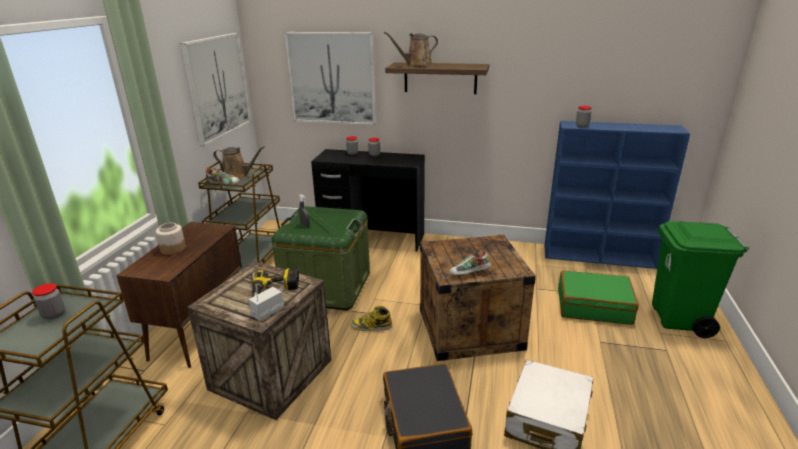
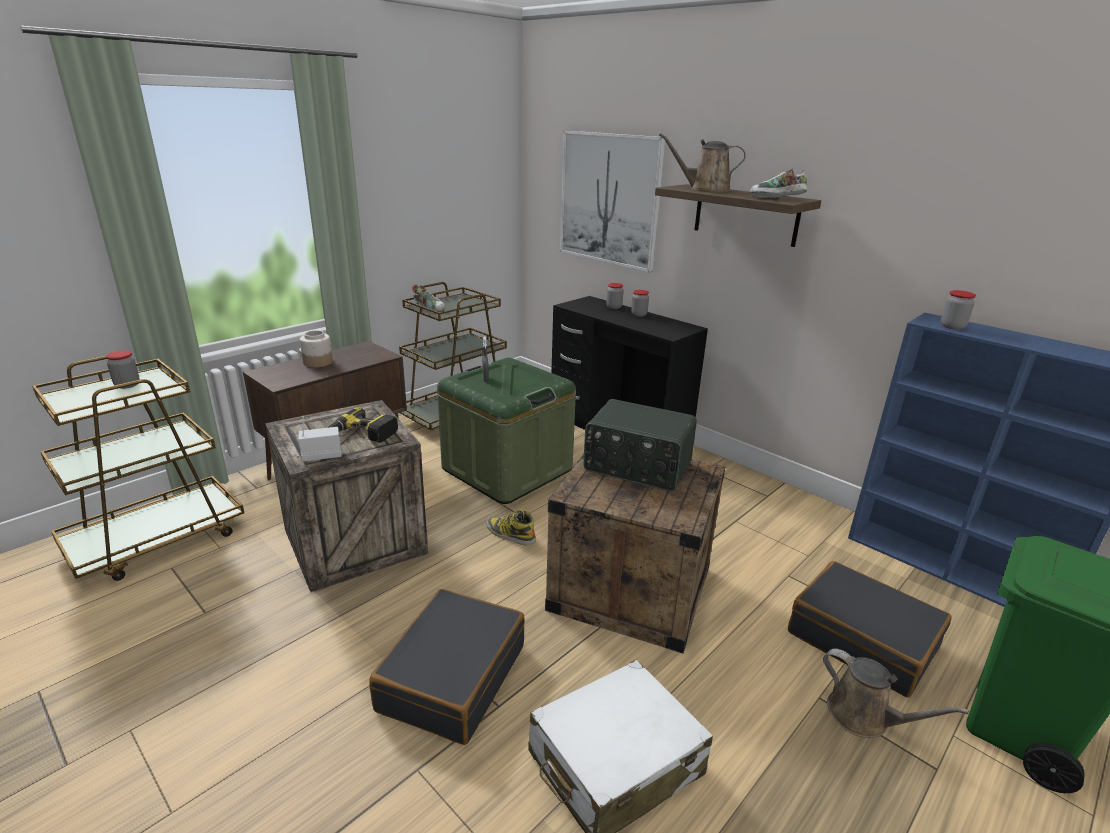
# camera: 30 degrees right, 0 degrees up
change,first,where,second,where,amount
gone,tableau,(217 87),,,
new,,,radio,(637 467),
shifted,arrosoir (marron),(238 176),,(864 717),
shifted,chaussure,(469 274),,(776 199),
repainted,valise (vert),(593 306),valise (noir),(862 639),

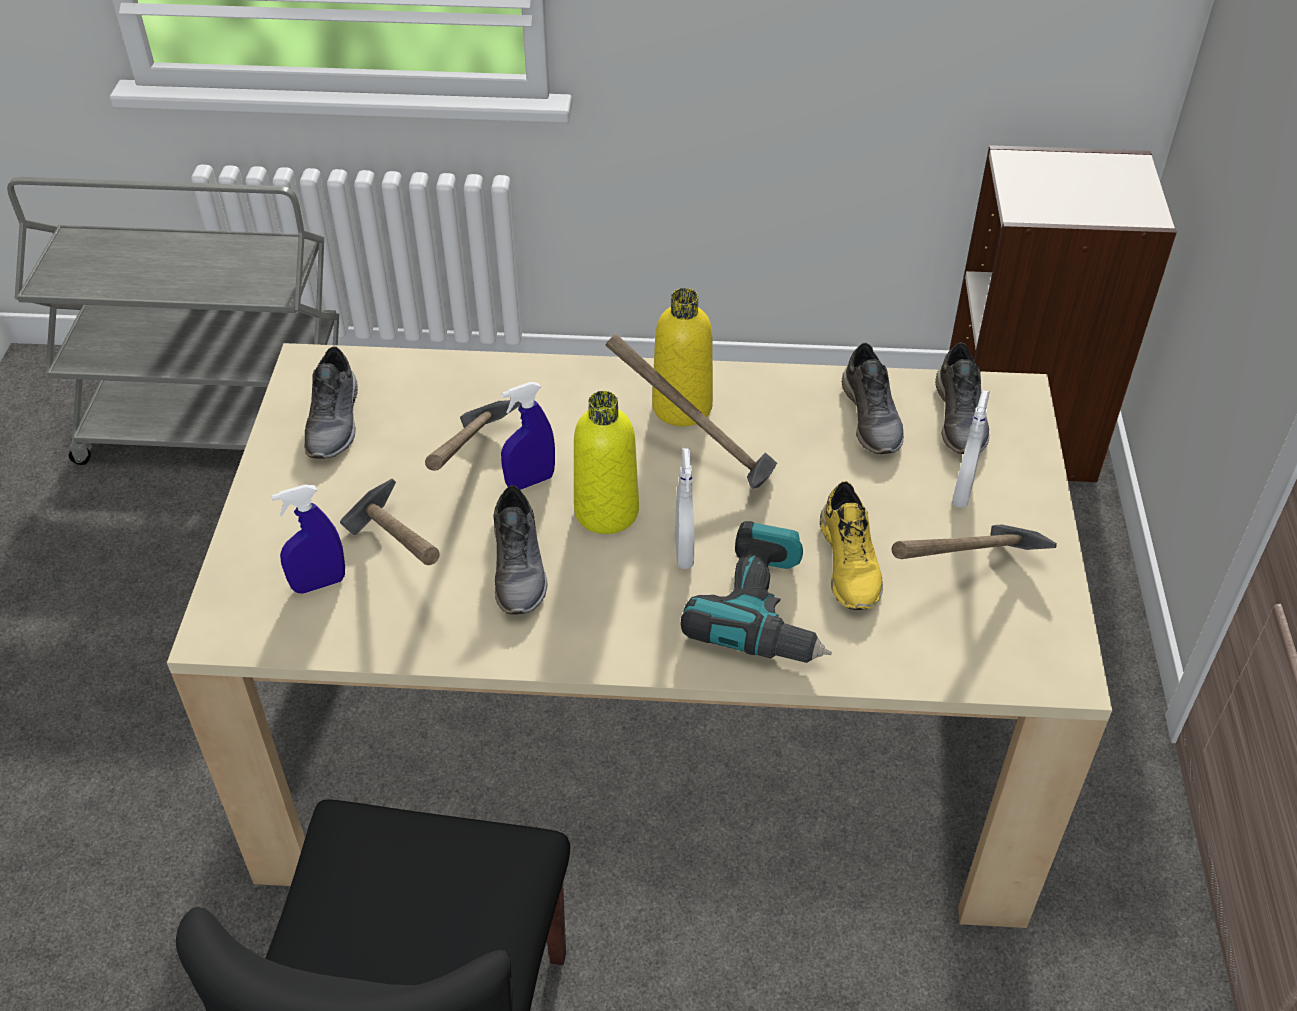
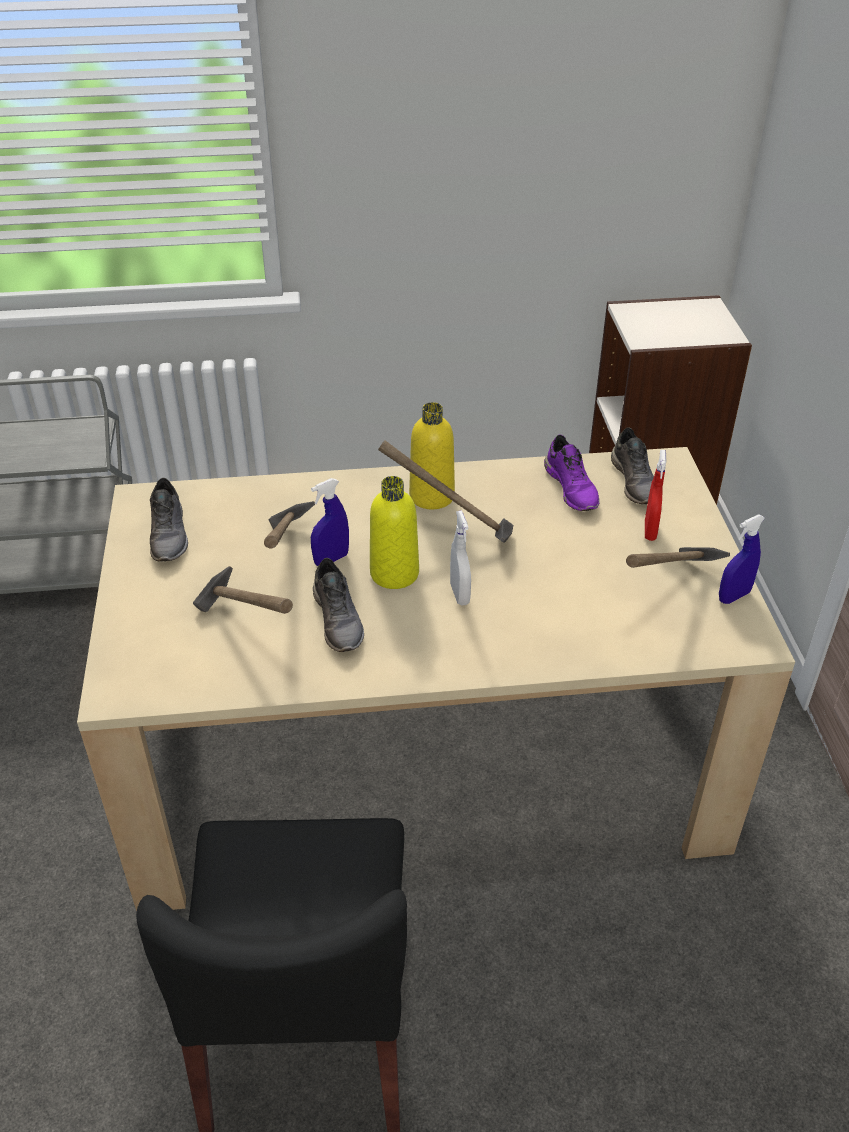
# camera: 10 degrees left, 5 degrees down
change,first,where,second,where,amount
gone,perceuse,(765 611),,,
gone,chaussure (jaune),(851 563),,,
shifted,vaporisateur (bleu),(319 584),,(734 596),
repainted,chaussure (gris),(872 417),chaussure (violet),(572 488),
repainted,vaporisateur (blanc),(962 493),vaporisateur (rouge),(650 531),

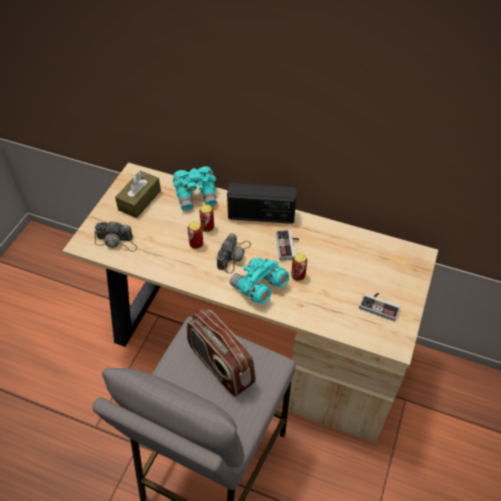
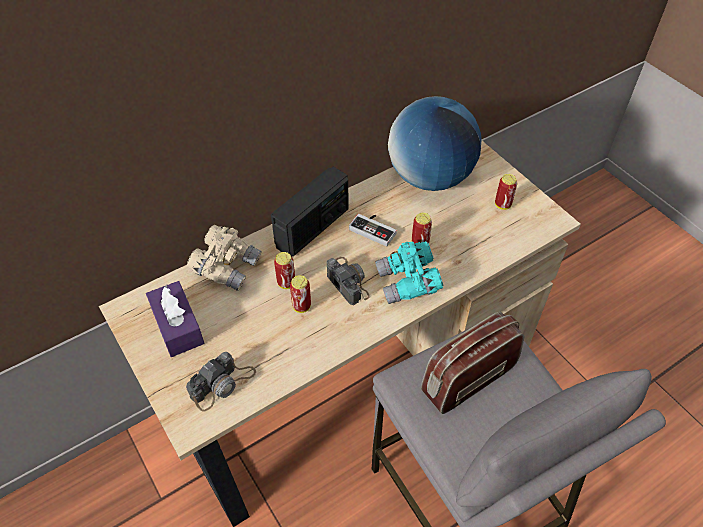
# camera: 55 degrees left, 0 degrees up
change,first,where,second,where,amount
new,,,globe,(430 177),
swapped,manette,(380 305),boîte métallique,(502 205),
repainted,boîte à mouchoirs (marron),(139 200),boîte à mouchoirs (violet),(177 326),
repainted,jumelles (turquoise),(196 195),jumelles (beige),(227 267),
rotated,radio,(220 365),,(468 379),150 degrees clockwise

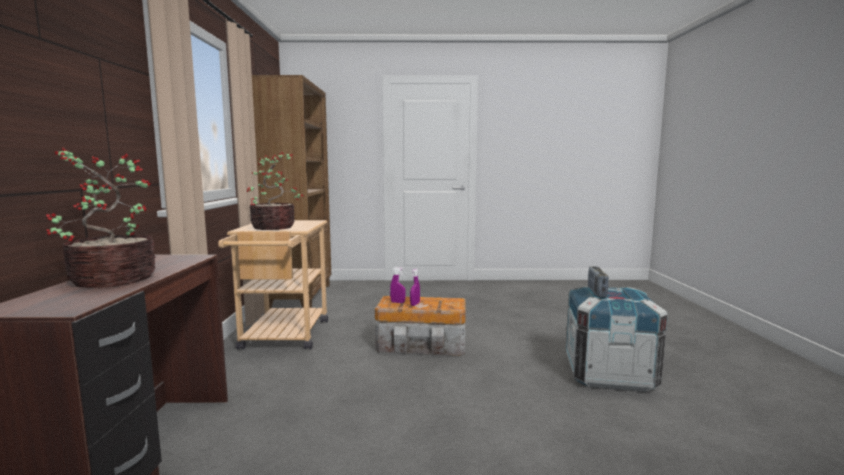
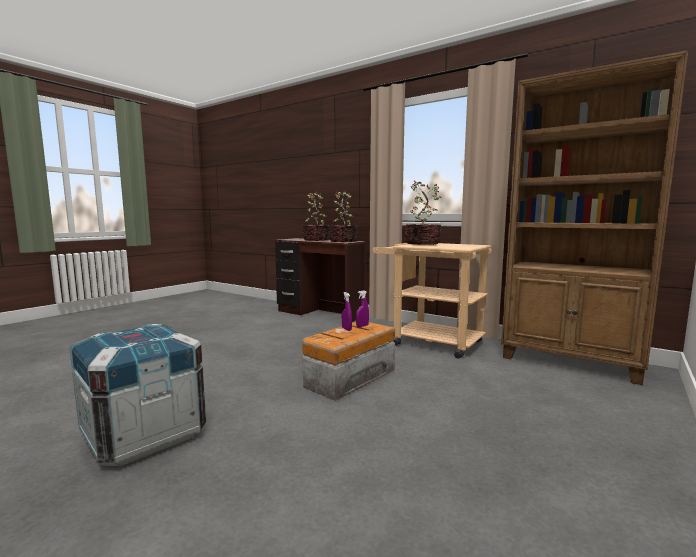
# camera: 125 degrees right, 0 degrees up
change,first,where,second,where,amount
gone,radio,(596 292),,,
new,,,plante en pot,(343 241),

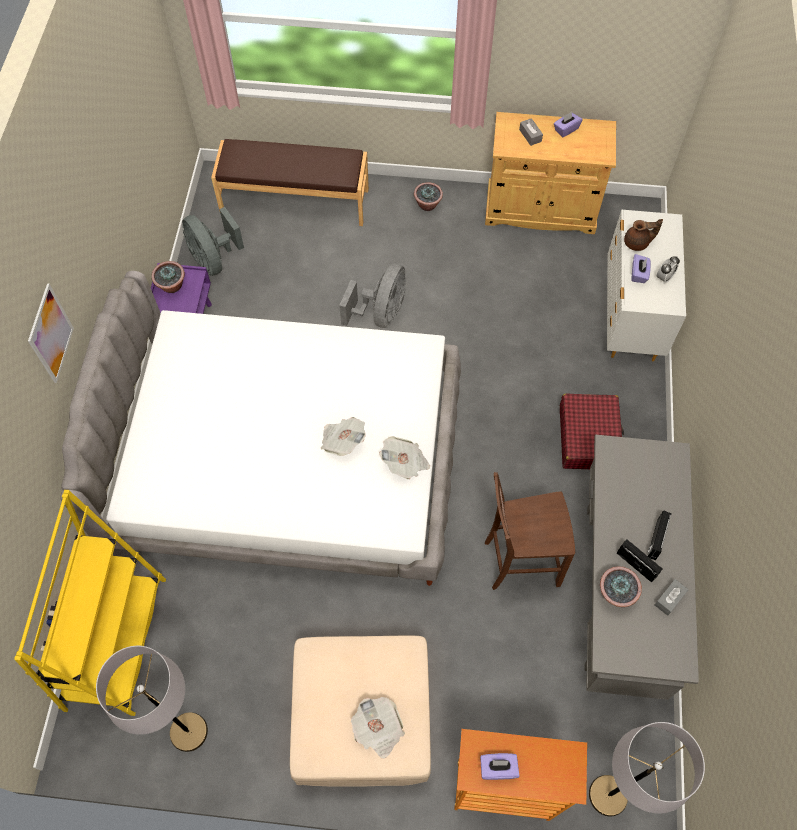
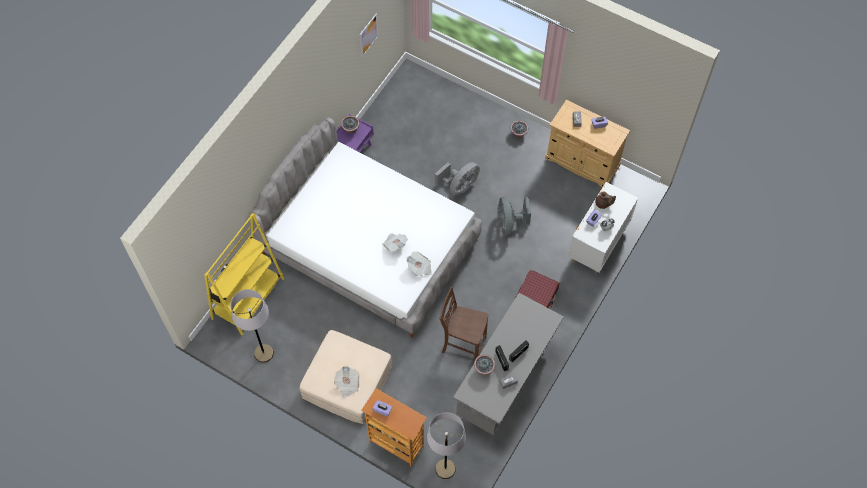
# camera: 25 degrees right, 0 degrees up
change,first,where,second,where,amount
gone,banc (marron),(295 200),,,
shifted,tableau,(50 334),,(368 35),
shifted,ventilateur (gris),(214 259),,(509 223),

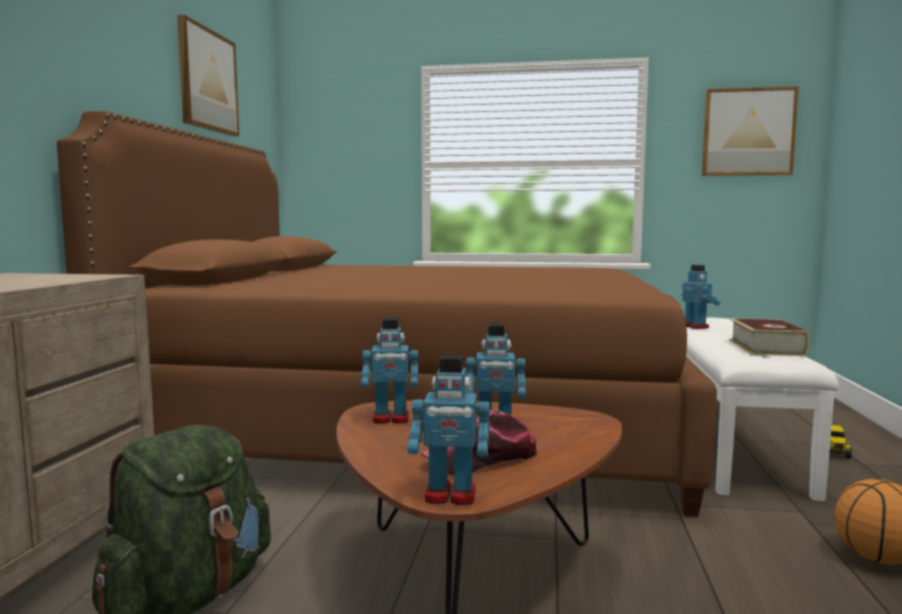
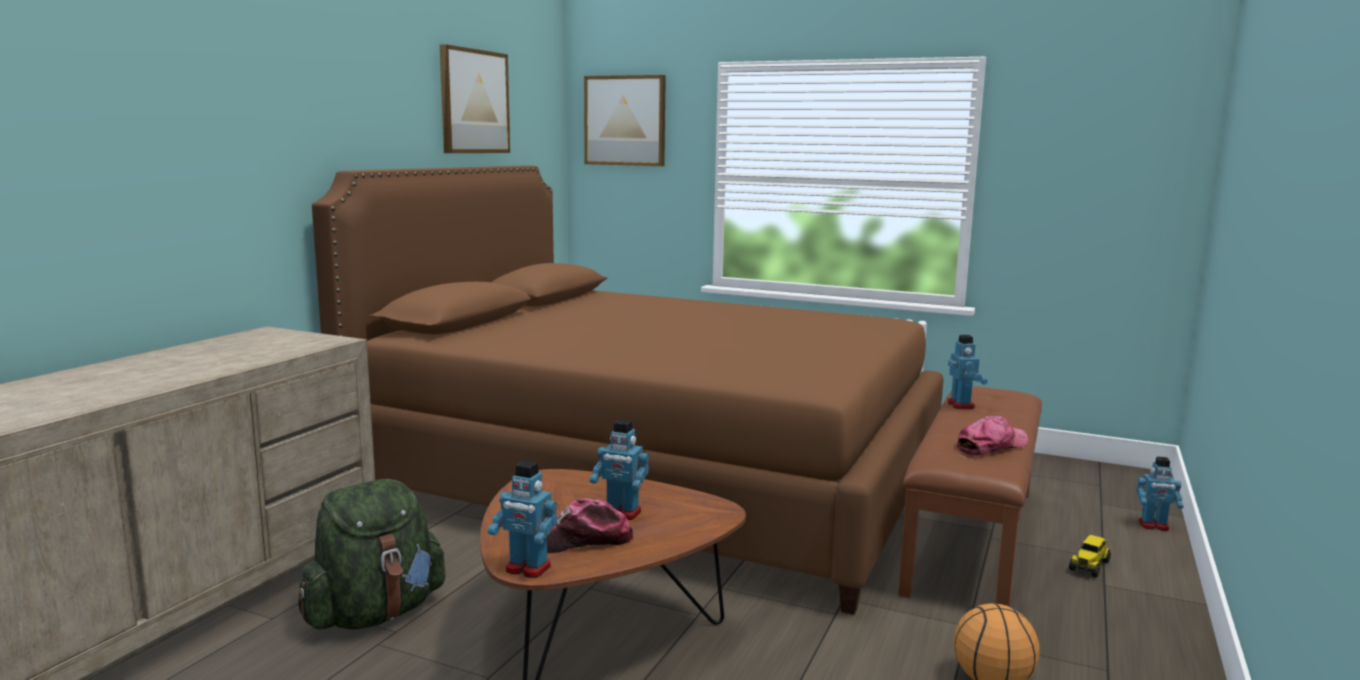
# camera: 15 degrees right, 5 degrees up
change,first,where,second,where,amount
shifted,robot jouet,(391 419),,(1154 526),
shifted,tableau,(748 132),,(625 120),
swapped,livre,(766 347),casquette,(991 446),
repainted,banc (blanc),(723 441),banc (marron),(970 537),

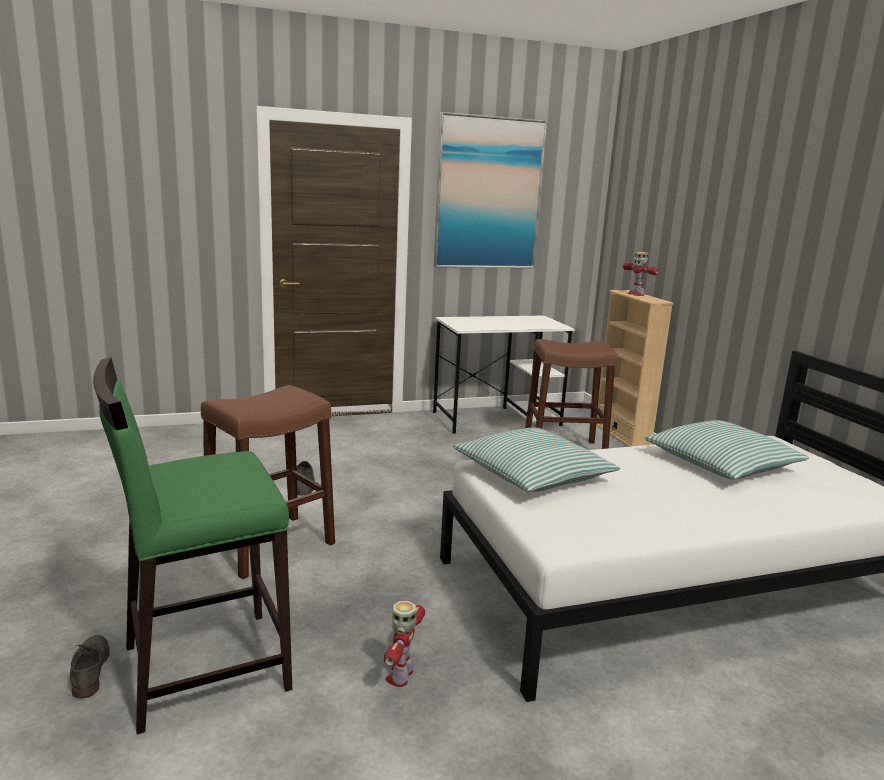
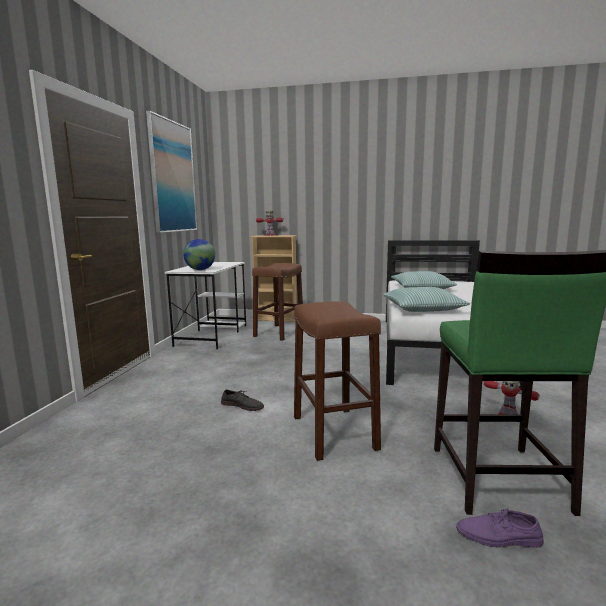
# camera: 60 degrees left, 5 degrees down
change,first,where,second,where,amount
new,,,globe,(200 270),
repainted,chaussure (gris),(89 669),chaussure (violet),(498 537),

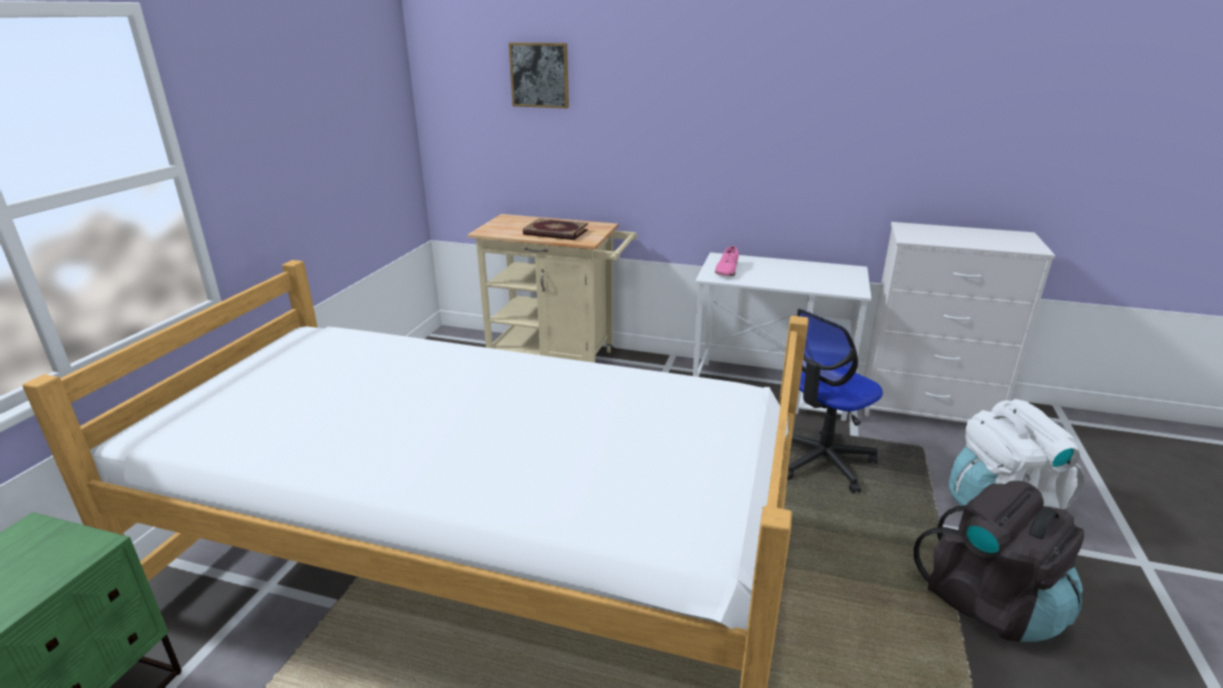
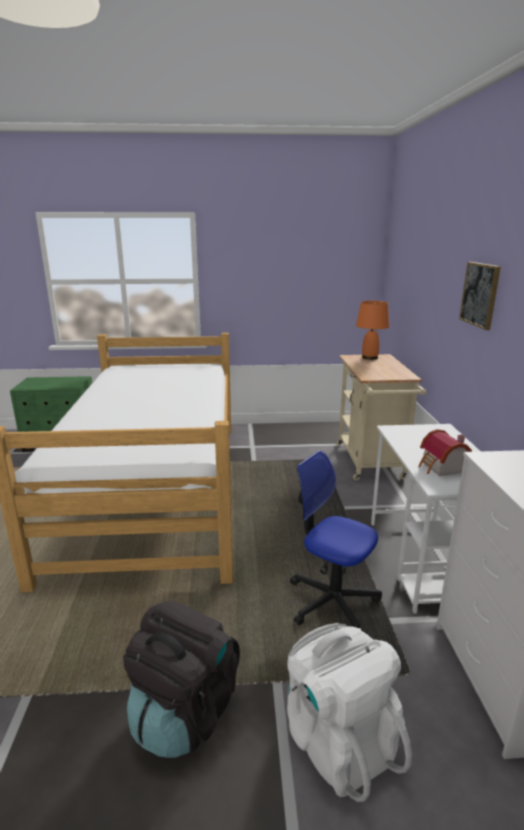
# camera: 70 degrees right, 5 degrees down
change,first,where,second,where,amount
gone,livre,(555 232),,,
gone,chaussure (rose),(727 270),,,
new,,,lampe de table (orange),(370 357),
new,,,maison miniature,(441 468),
shifted,tableau,(539 75),,(480 294),

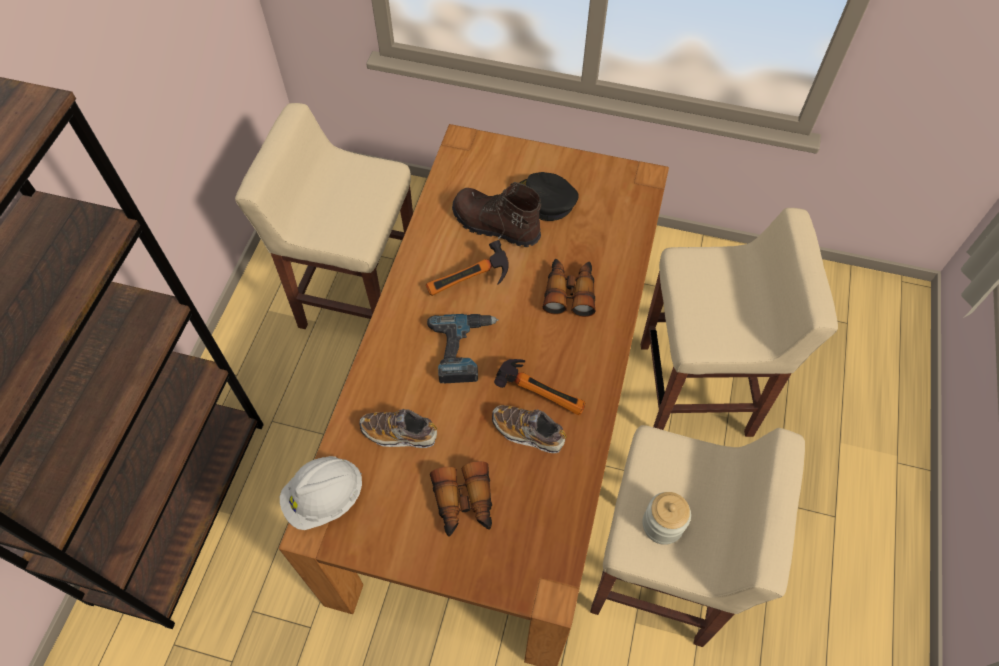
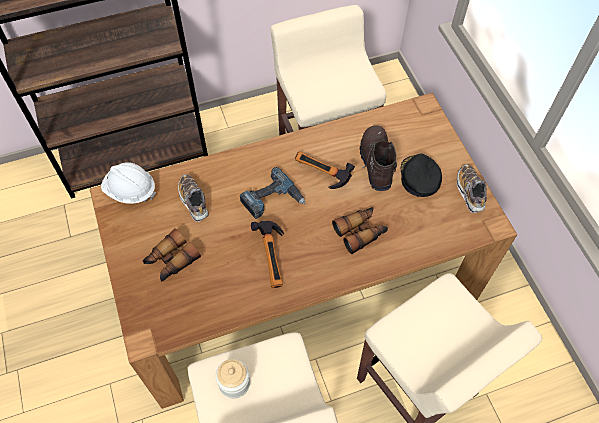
# camera: 55 degrees right, 0 degrees up
change,first,where,second,where,amount
shifted,chaussure,(528 432),,(470 192),

